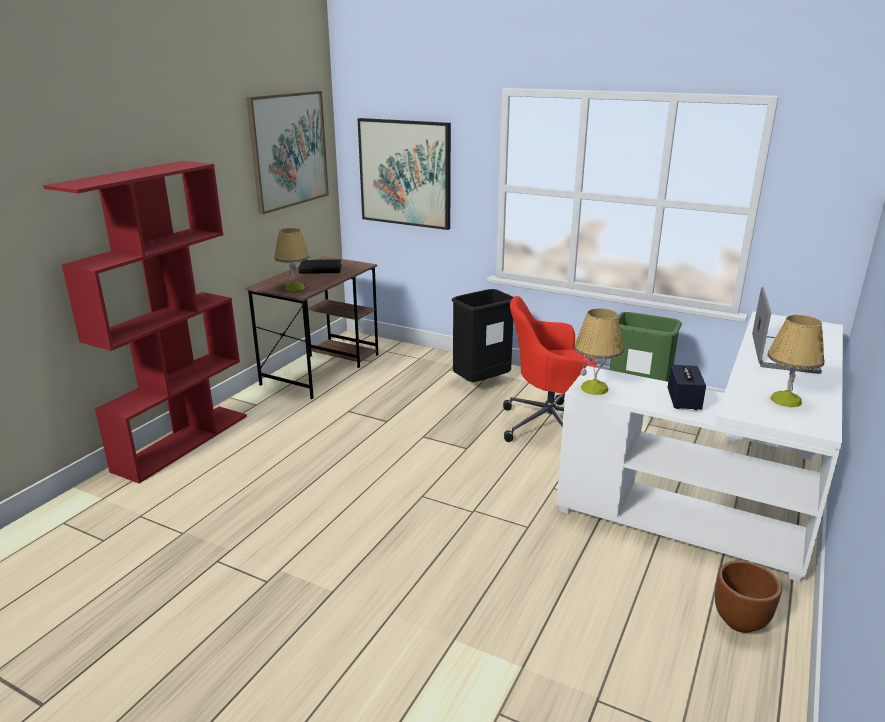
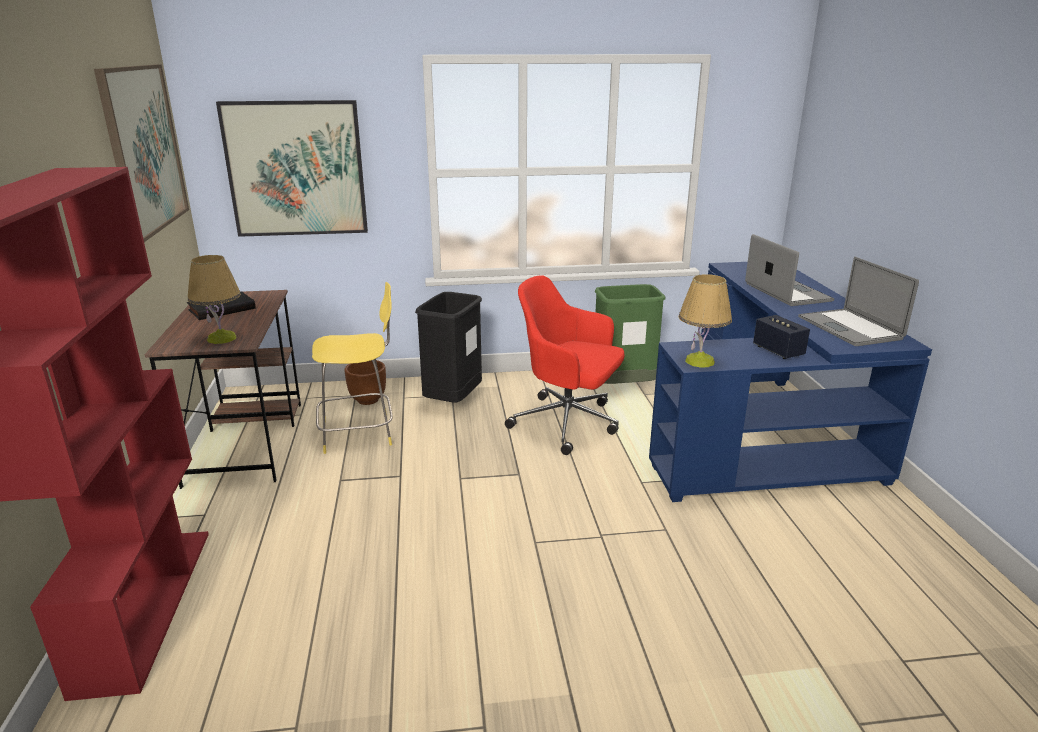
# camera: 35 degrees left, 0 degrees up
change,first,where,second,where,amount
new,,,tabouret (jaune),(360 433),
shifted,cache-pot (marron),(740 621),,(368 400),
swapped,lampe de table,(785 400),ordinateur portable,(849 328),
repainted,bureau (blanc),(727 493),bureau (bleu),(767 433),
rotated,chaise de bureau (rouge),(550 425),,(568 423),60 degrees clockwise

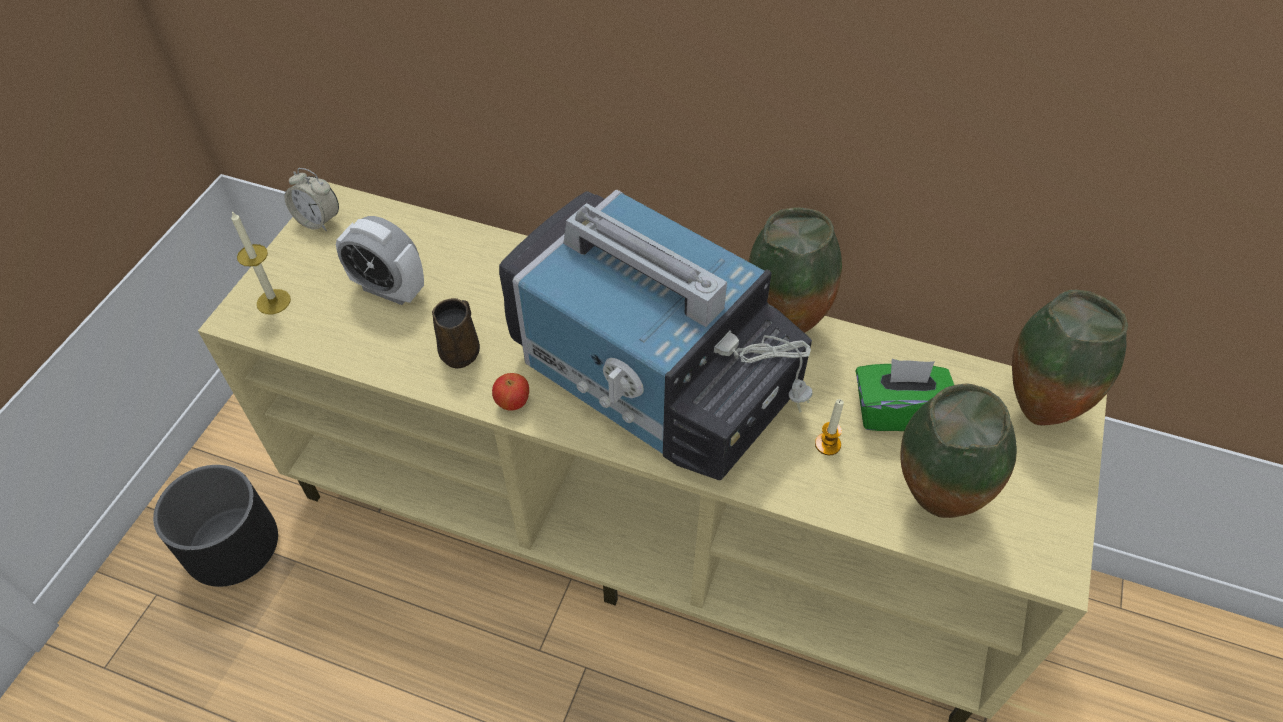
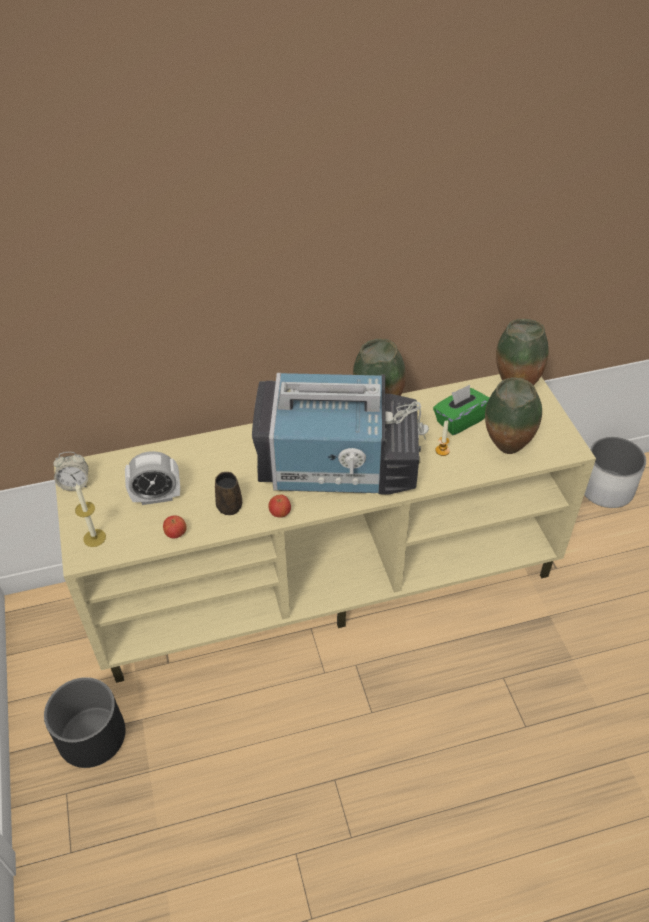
# camera: 35 degrees left, 5 degrees down
change,first,where,second,where,amount
new,,,pomme,(176 534),
new,,,cache-pot (blanc),(606 489),

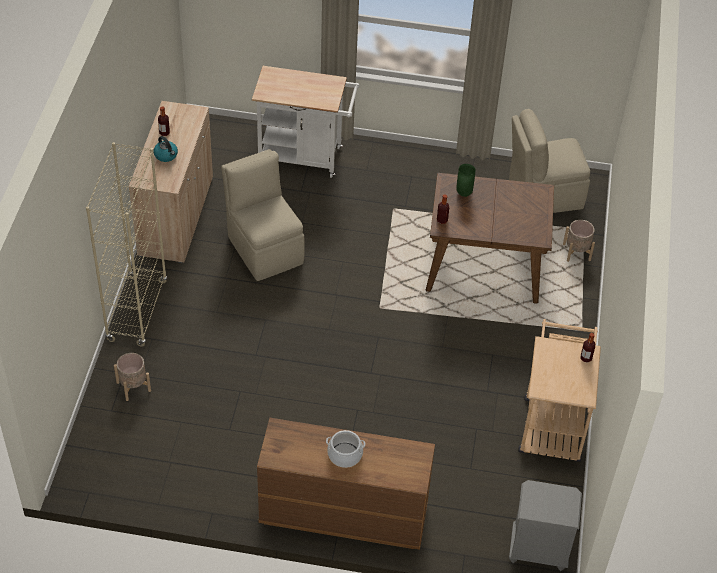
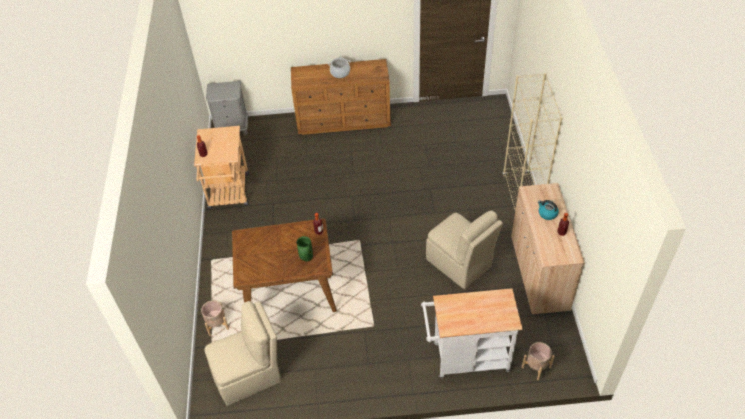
# camera: 170 degrees right, 0 degrees up
change,first,where,second,where,amount
shifted,cache-pot (beige),(133 386),,(536 367),

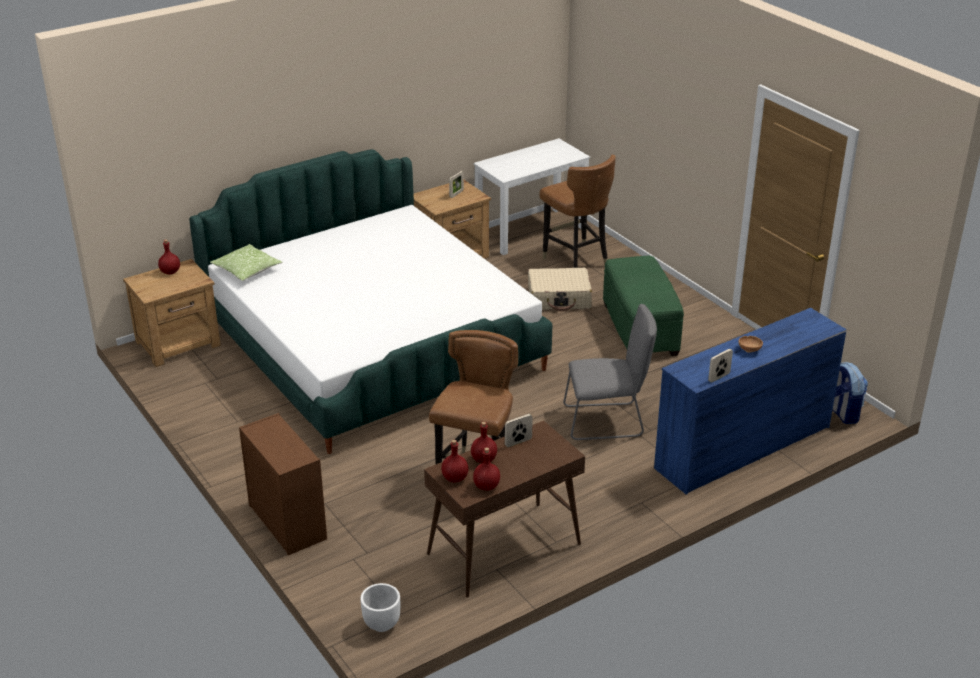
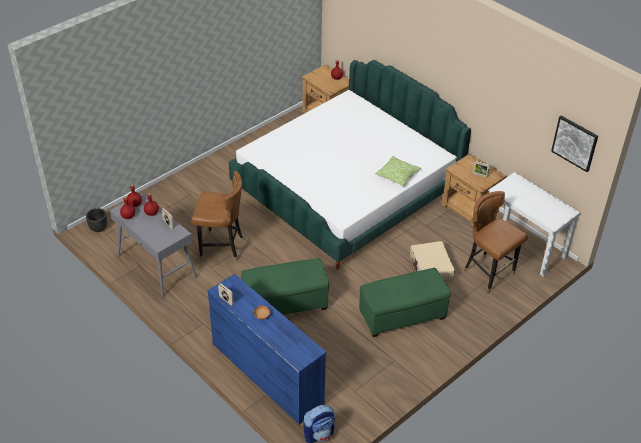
# camera: 80 degrees right, 10 degrees up
change,first,where,second,where,amount
gone,commode (marron),(286 521),,,
new,,,tableau,(575 143),
shifted,coussin,(247 270),,(397 176),
swapped,chaise (gris),(607 421),pouf (vert),(285 303),
repainted,cache-pot (blanc),(381 624),cache-pot (noir),(98 228),
repainted,table console (marron),(503 550),table console (gris),(156 267),
rotated,chaise (marron),(576 260),,(488 274),90 degrees clockwise

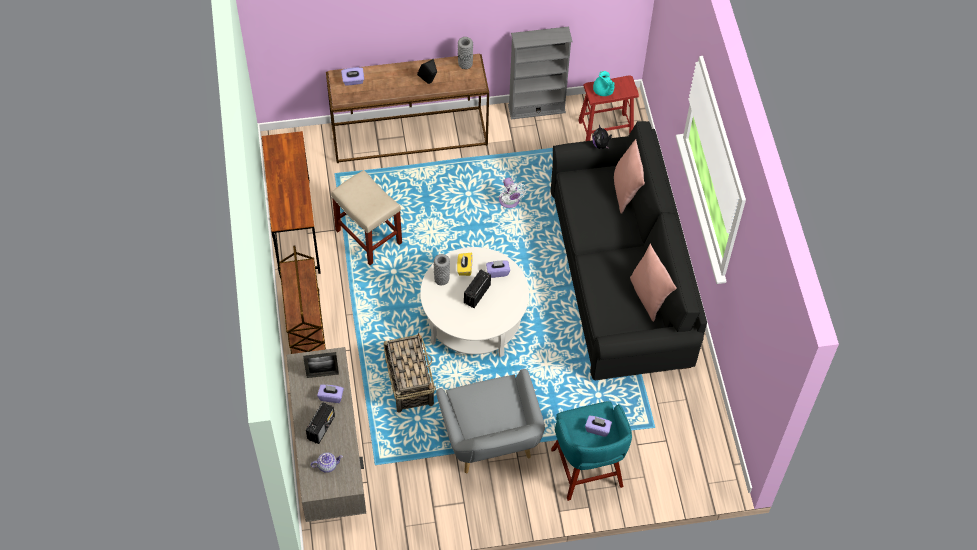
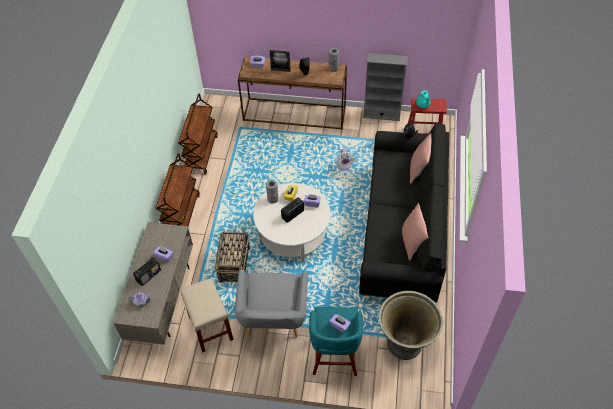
# camera: 20 degrees right, 5 degrees down
change,first,where,second,where,amount
new,,,cache-pot (gris),(405 344),
shifted,cadre photo,(322 374),,(280 70),
shifted,tabouret (beige),(369 237),,(211 328),
swapped,bureau (marron),(294 229),chariot (marron),(201 153),

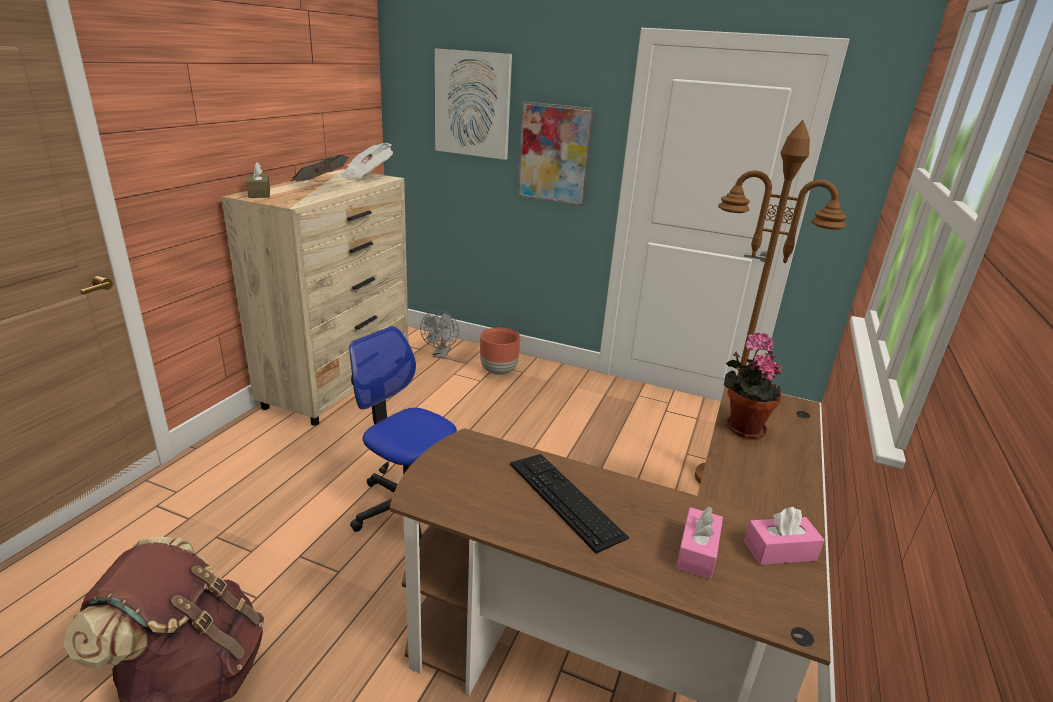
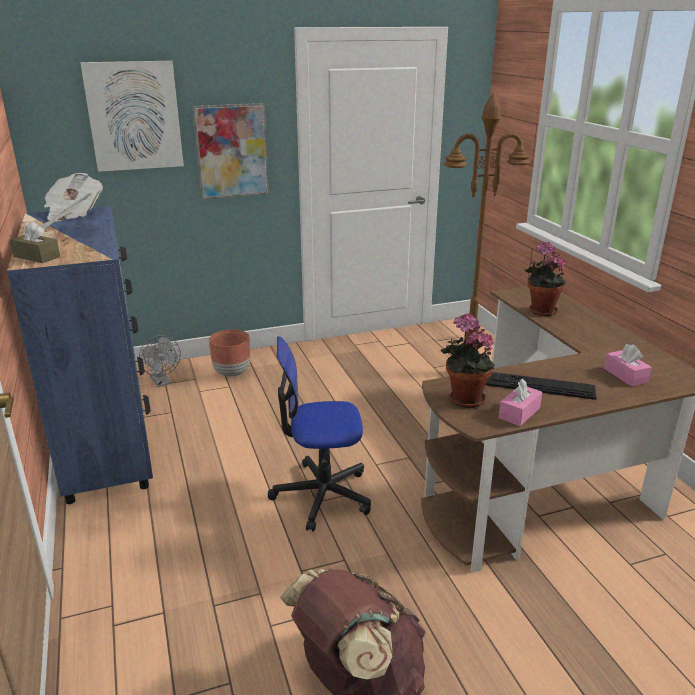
# camera: 40 degrees left, 0 degrees up
change,first,where,second,where,amount
new,,,plante en pot,(463 400),
shifted,boîte à mouchoirs (rose),(779 550),,(519 413),
repainted,commode (beige),(339 383),commode (bleu),(107 446),

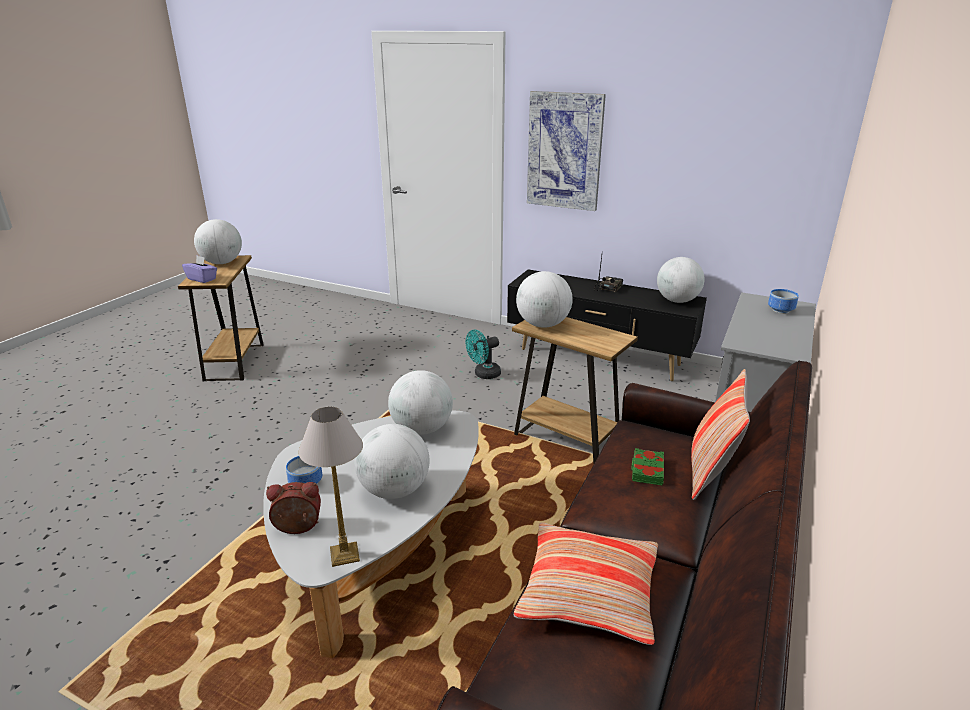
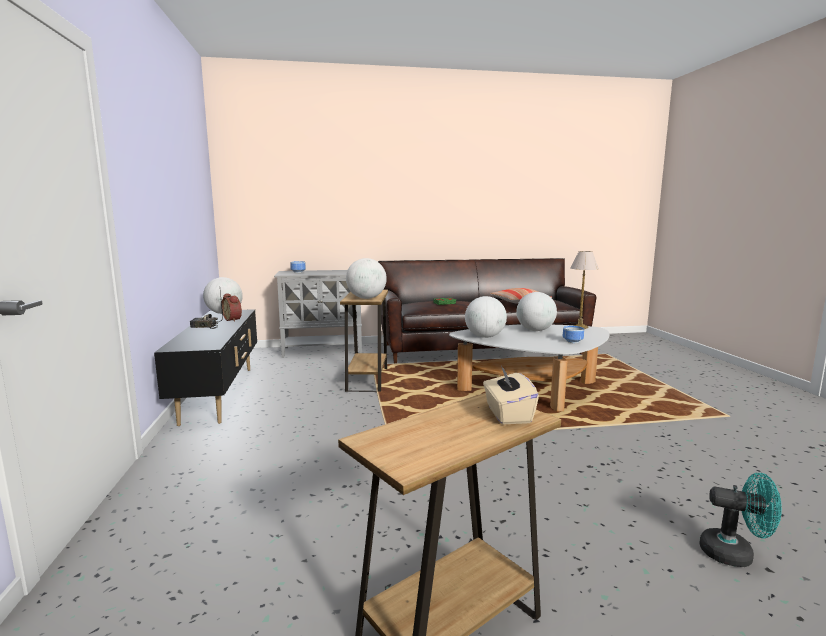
# camera: 125 degrees left, 15 degrees down
change,first,where,second,where,amount
gone,globe,(222 263),,,
gone,tableau,(564 151),,,
gone,coussin,(710 471),,,
shifted,réveil,(298 528),,(233 319),
shifted,ventilateur (turquoise),(483 375),,(735 554),
repainted,boîte à mouchoirs (violet),(202 279),boîte à mouchoirs (beige),(507 414),

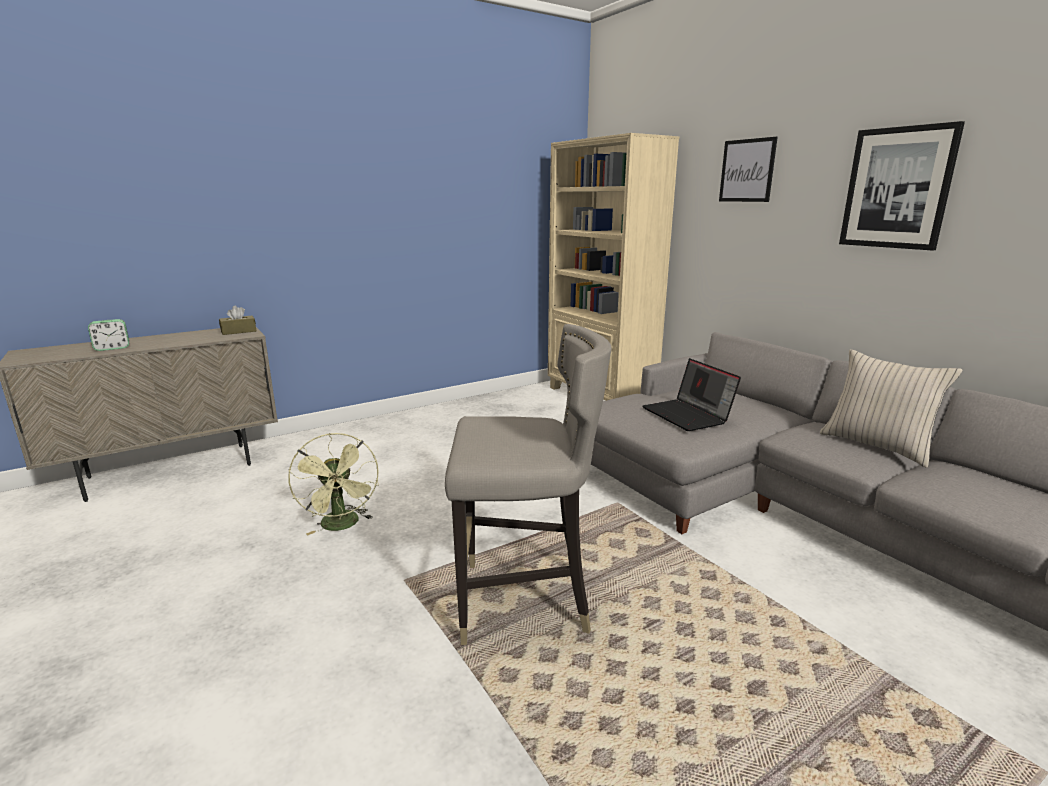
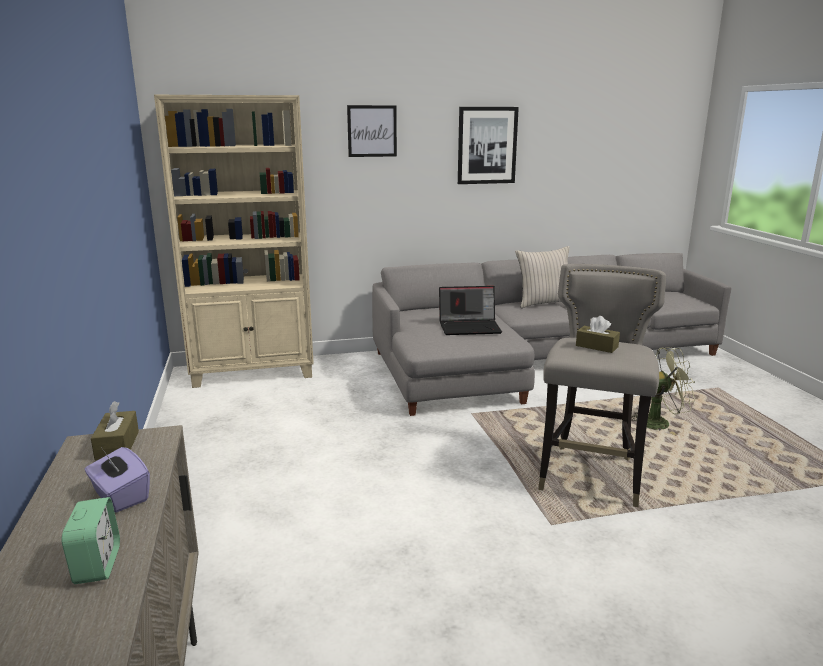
# camera: 70 degrees left, 0 degrees up
change,first,where,second,where,amount
new,,,boîte à mouchoirs (violet),(120 496),
new,,,boîte à mouchoirs (marron),(596 346),
shifted,ventilateur (vert),(342 526),,(660 422),

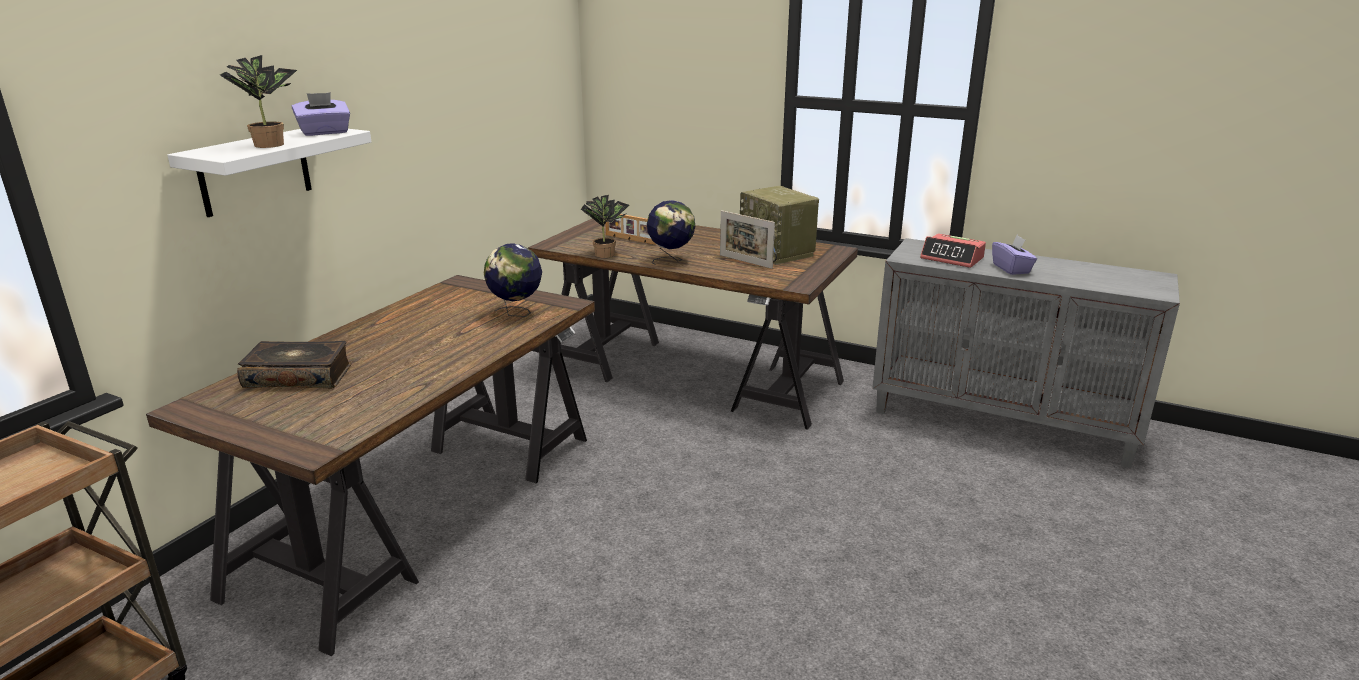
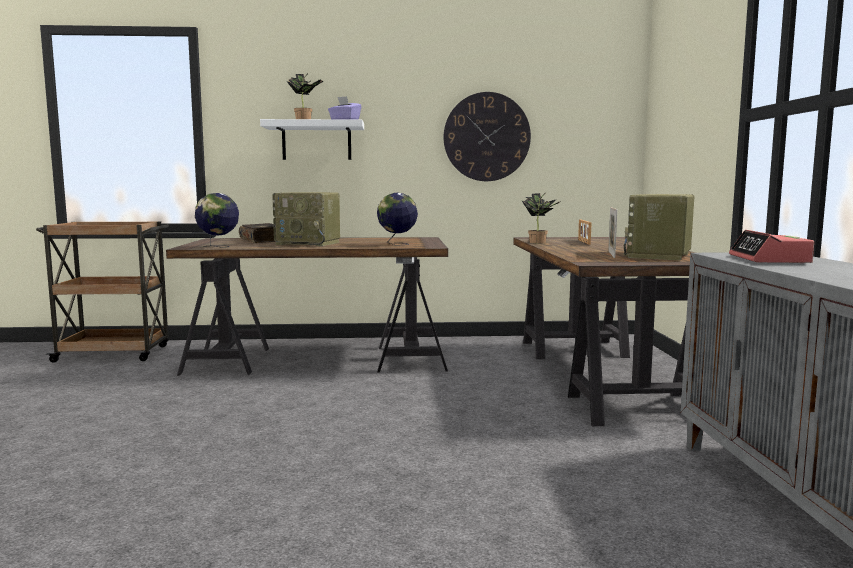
# camera: 60 degrees right, 15 degrees down
change,first,where,second,where,amount
gone,boîte à mouchoirs (violet),(1011 269),,,
new,,,radio,(309 243),
new,,,horloge murale,(486 137),
shifted,globe,(671 260),,(218 247),

